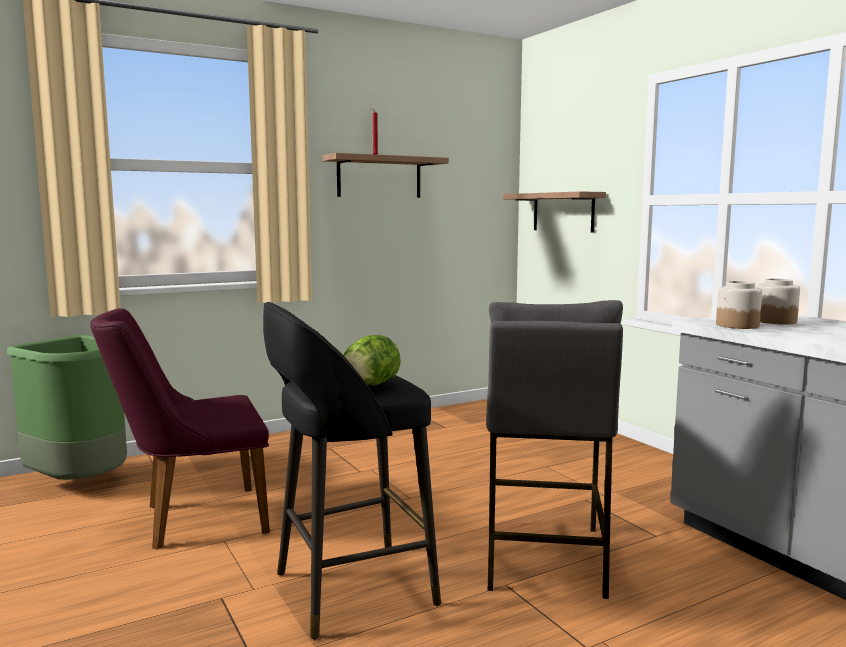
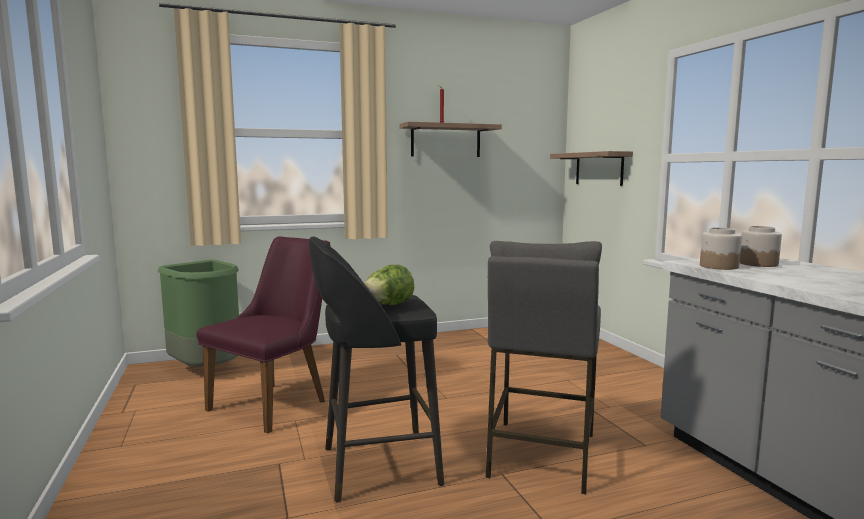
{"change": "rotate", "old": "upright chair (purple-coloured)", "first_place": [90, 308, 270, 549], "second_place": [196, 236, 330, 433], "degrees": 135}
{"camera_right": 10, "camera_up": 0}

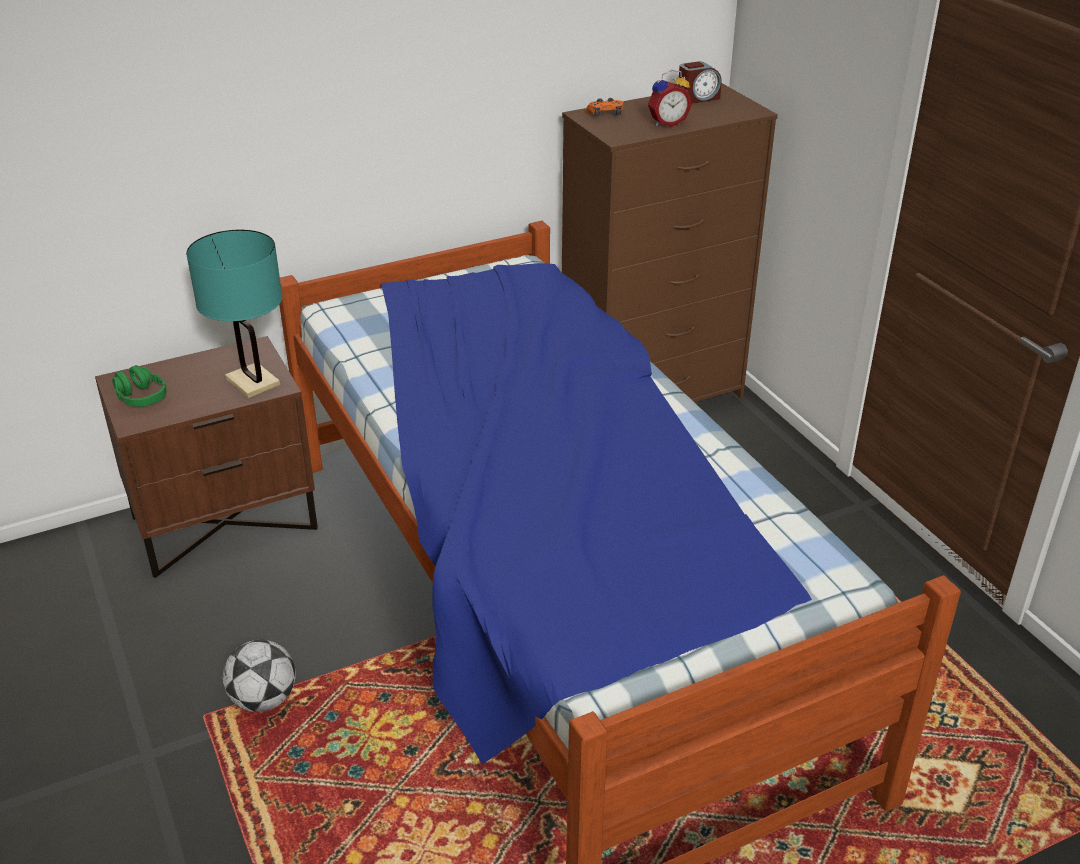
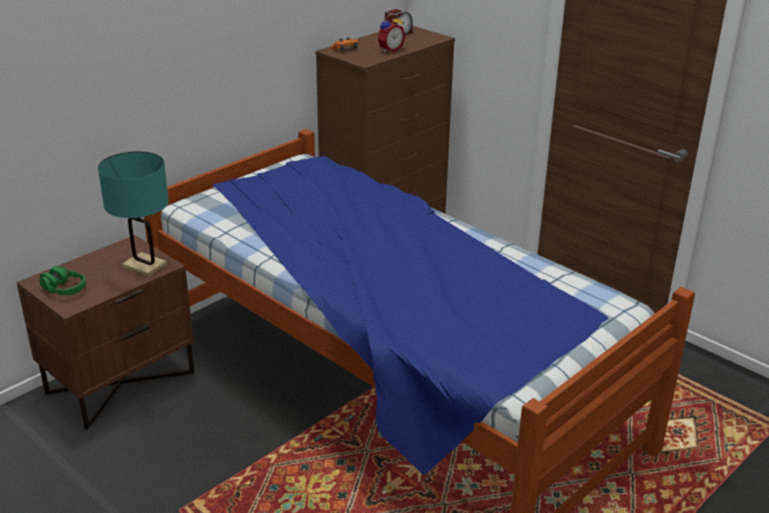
{"change": "delete", "old": "football ball", "first_place": [223, 640, 295, 712]}
{"camera_right": -20, "camera_up": -5}

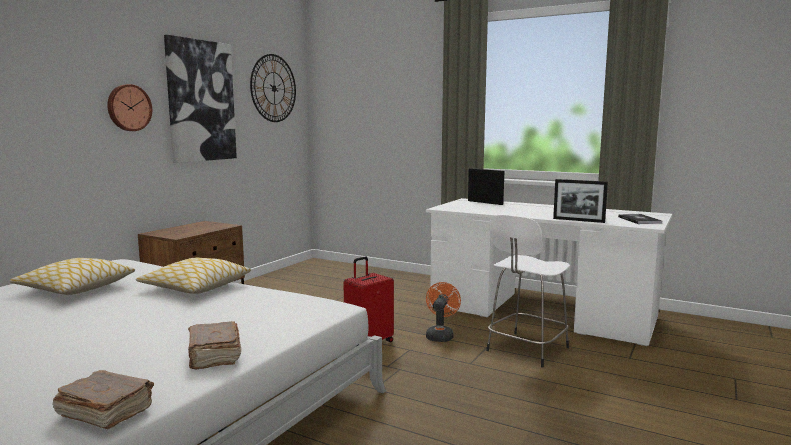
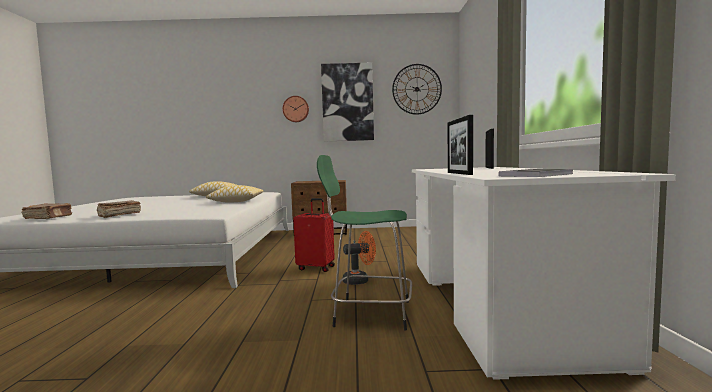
{"change": "recolor", "old": "stool (white-coloured)", "new": "stool (greenish)", "first_place": [486, 215, 570, 368], "second_place": [317, 155, 412, 331]}
{"camera_right": 60, "camera_up": -5}

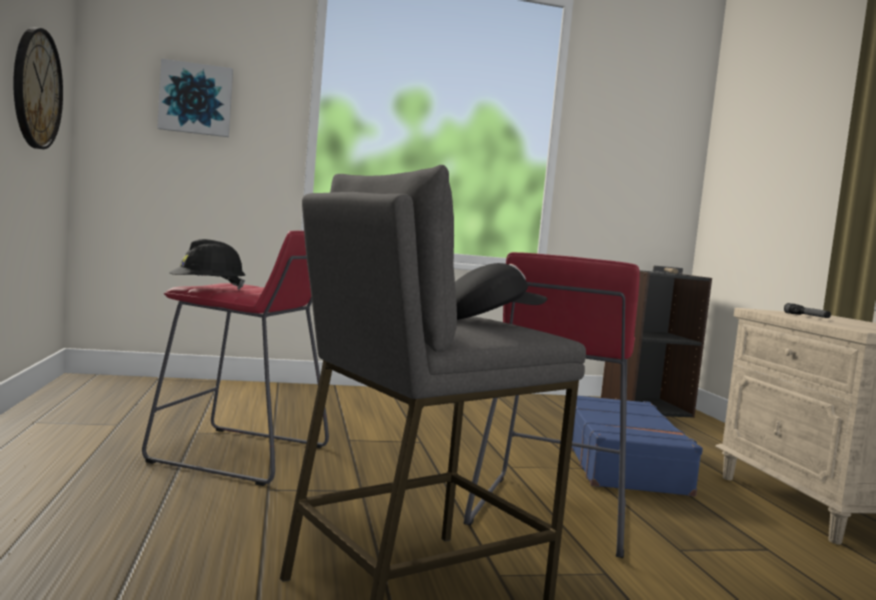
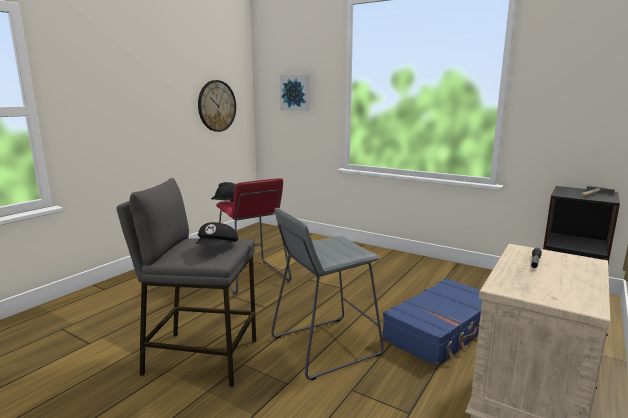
{"change": "recolor", "old": "stool (red-coloured)", "new": "stool (grey)", "first_place": [464, 252, 640, 558], "second_place": [271, 208, 384, 381]}
{"change": "rotate", "old": "cap (black)", "first_place": [455, 263, 547, 320], "second_place": [196, 222, 238, 246], "degrees": 75}
{"camera_right": 45, "camera_up": 10}

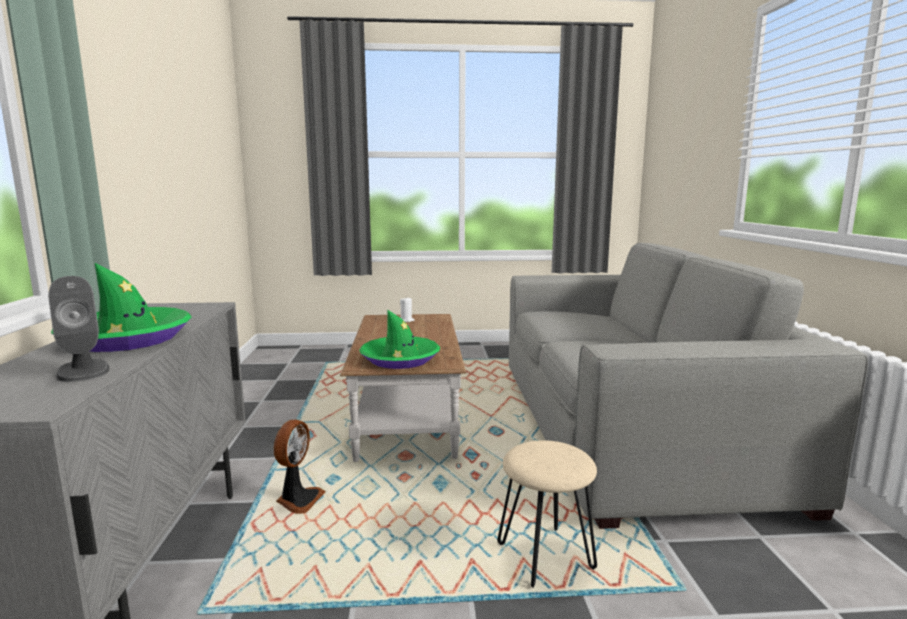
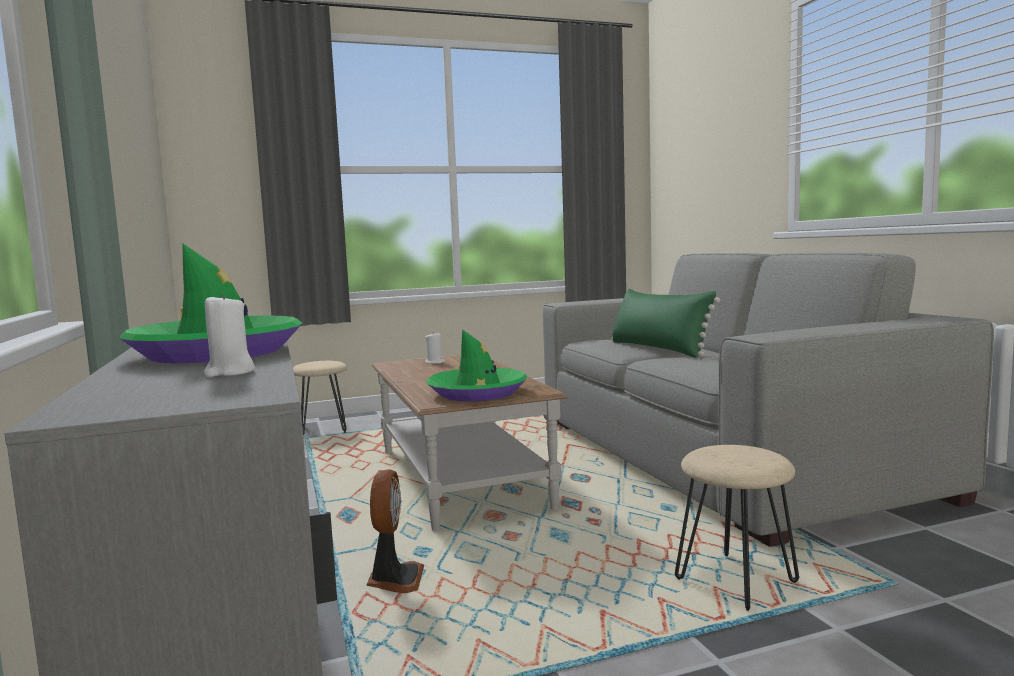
{"change": "insert", "new": "stool (beige-coloured)", "second_place": [293, 361, 347, 438]}
{"change": "insert", "new": "throw pillow (greenish)", "second_place": [612, 289, 720, 358]}
{"change": "replace", "old": "audio speaker (grey)", "new": "wax candle (white-coloured)", "first_place": [48, 276, 109, 382], "second_place": [204, 293, 255, 377]}
{"camera_right": -15, "camera_up": -5}

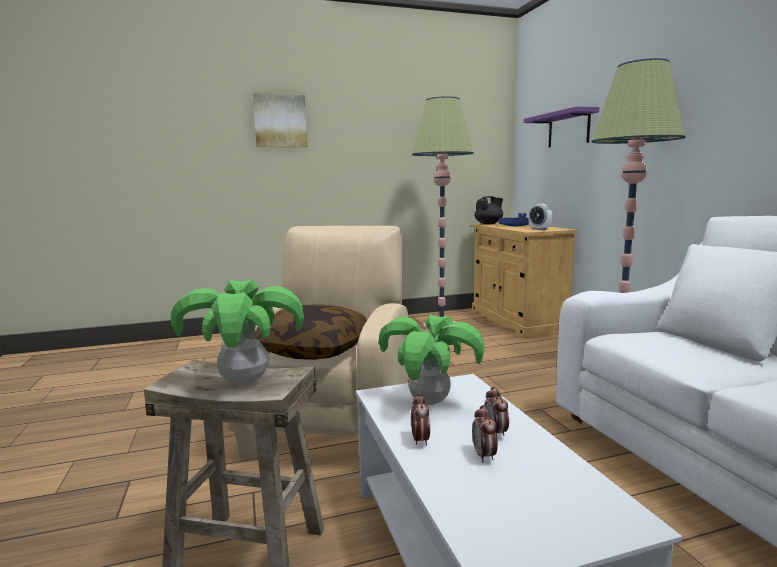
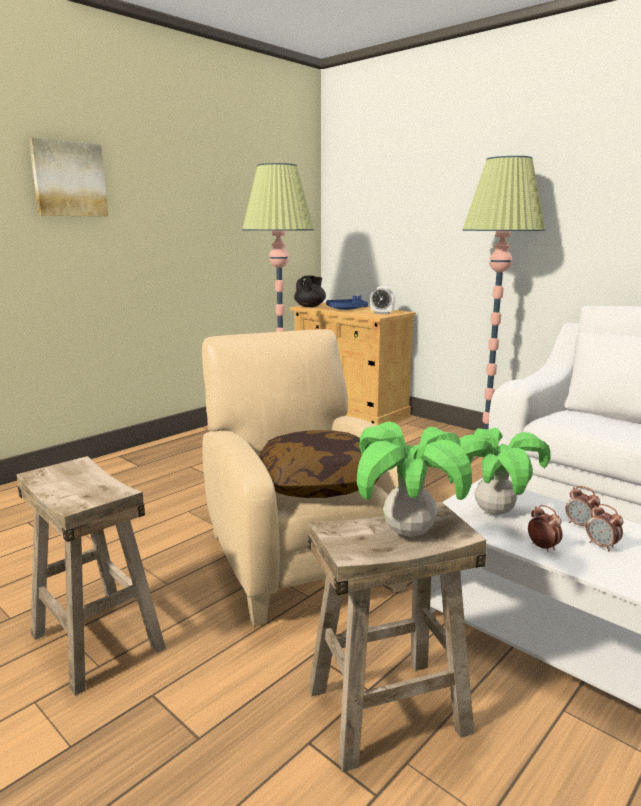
{"change": "delete", "old": "bracket shelf (purple-coloured)", "first_place": [524, 106, 600, 148]}
{"change": "insert", "new": "stool (beige-coloured)", "second_place": [17, 456, 166, 696]}
{"camera_right": -30, "camera_up": 5}

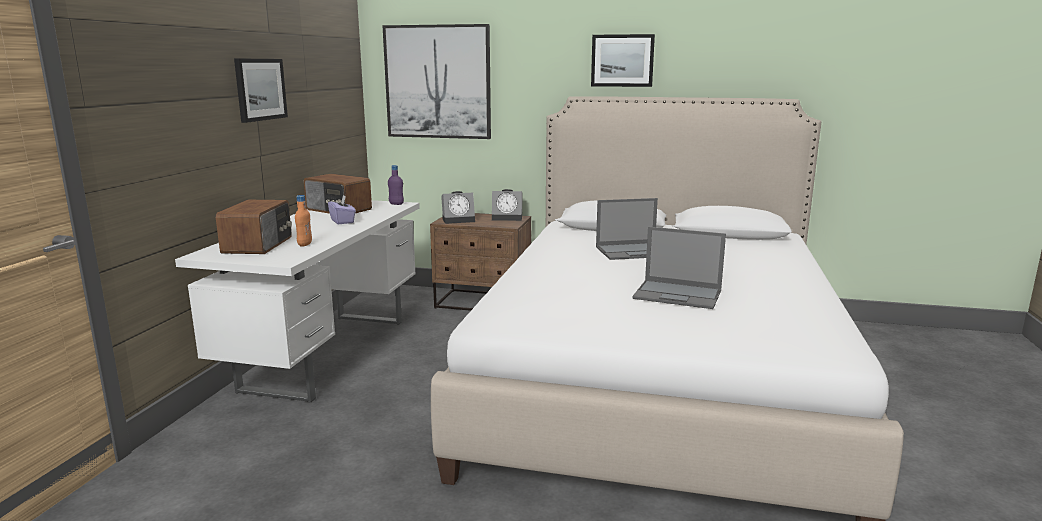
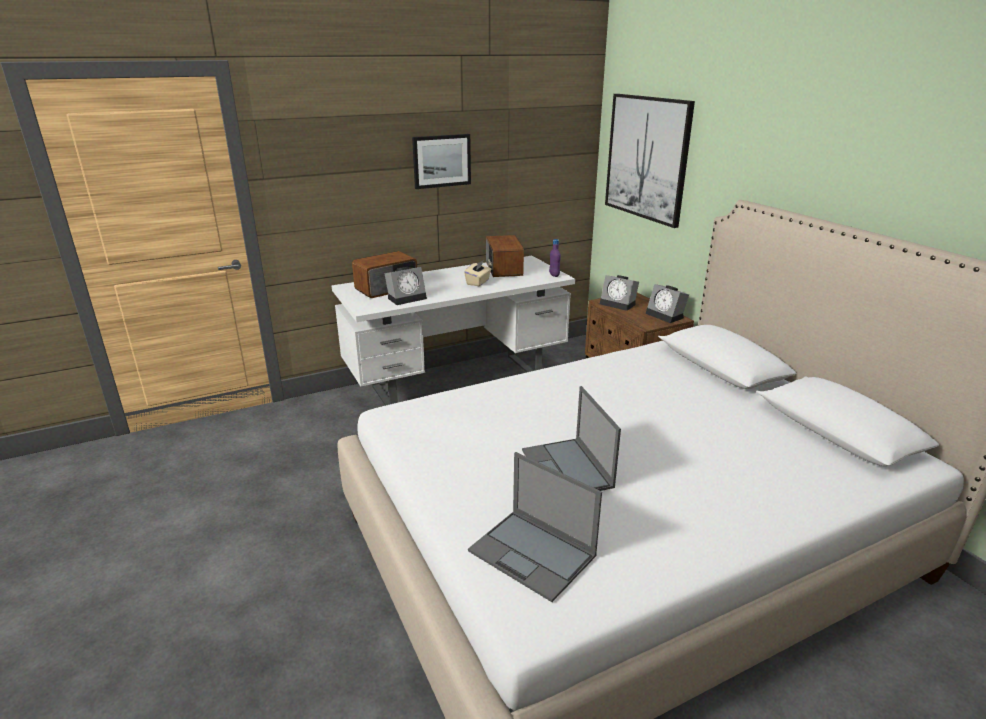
{"change": "delete", "old": "wall picture", "first_place": [591, 34, 655, 87]}
{"change": "move", "old": "portable computer", "first_place": [596, 198, 658, 260], "second_place": [468, 452, 602, 602]}
{"change": "replace", "old": "bottle (orangey)", "new": "bedside clock", "first_place": [295, 195, 312, 247], "second_place": [384, 267, 427, 305]}
{"change": "recolor", "old": "box of tissues (purple-coloured)", "new": "box of tissues (beige-coloured)", "first_place": [328, 194, 356, 224], "second_place": [464, 260, 491, 286]}
{"camera_right": 50, "camera_up": 10}

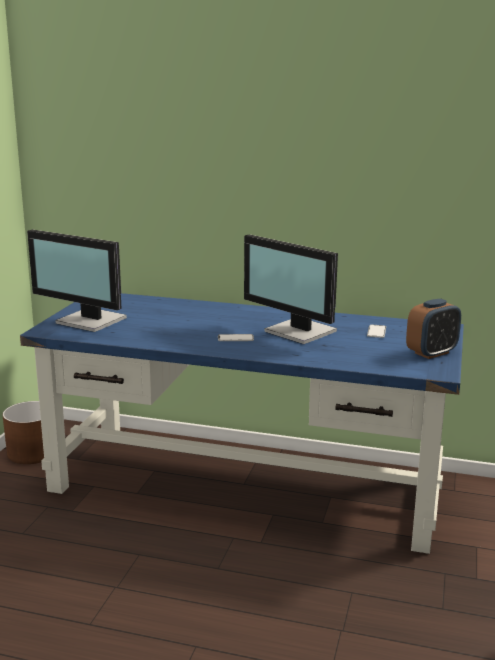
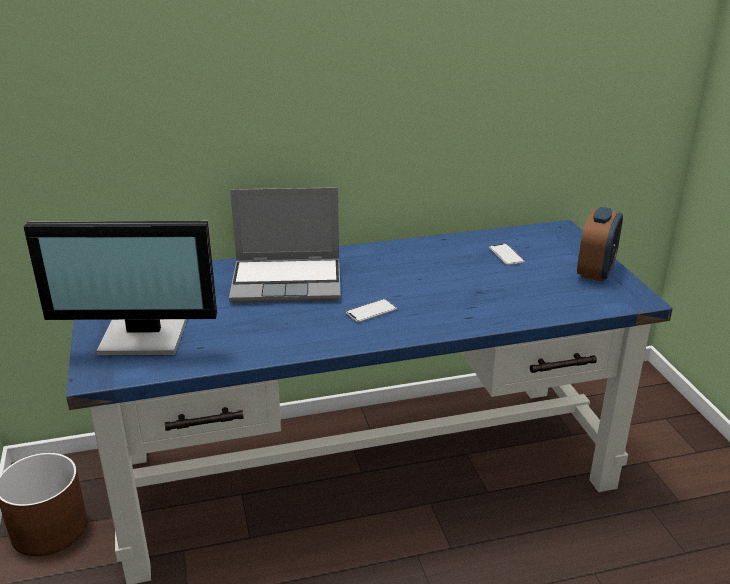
{"change": "delete", "old": "computer screen", "first_place": [244, 234, 338, 344]}
{"change": "insert", "new": "portable computer", "second_place": [229, 187, 341, 303]}
{"camera_right": -30, "camera_up": 10}

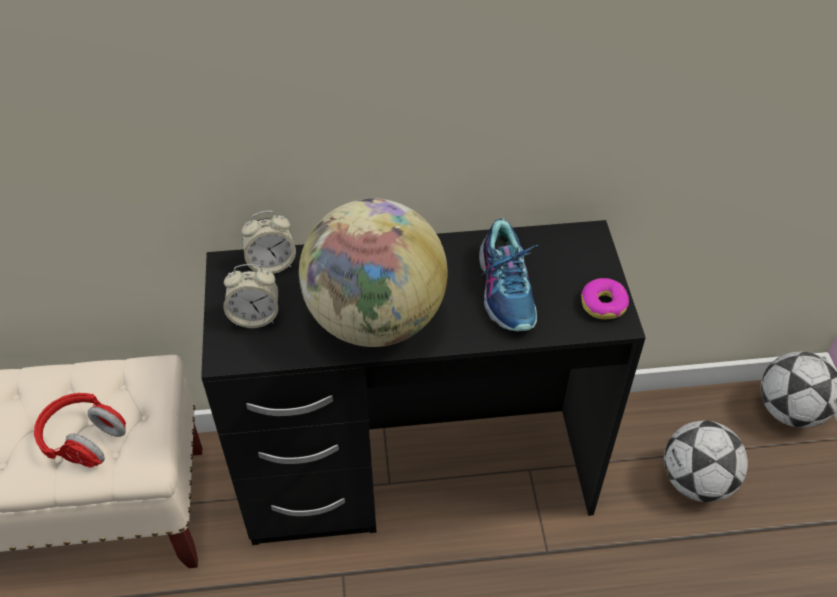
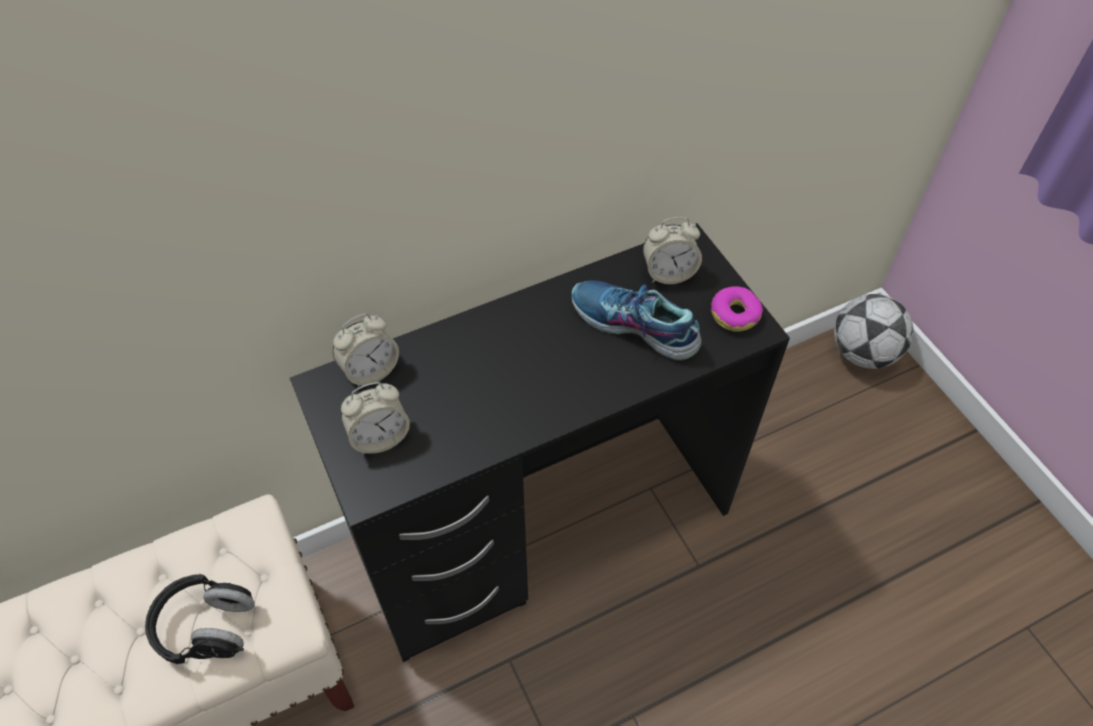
{"change": "delete", "old": "globe", "first_place": [299, 198, 448, 347]}
{"change": "delete", "old": "football ball", "first_place": [664, 420, 748, 502]}
{"change": "insert", "new": "bedside clock", "second_place": [643, 217, 702, 284]}
{"change": "recolor", "old": "headphones (red-coloured)", "new": "headphones (black)", "first_place": [34, 393, 126, 468], "second_place": [145, 574, 254, 664]}
{"change": "rotate", "old": "shoe", "first_place": [479, 218, 538, 331], "second_place": [572, 280, 701, 360], "degrees": 150}
{"camera_right": -20, "camera_up": 5}

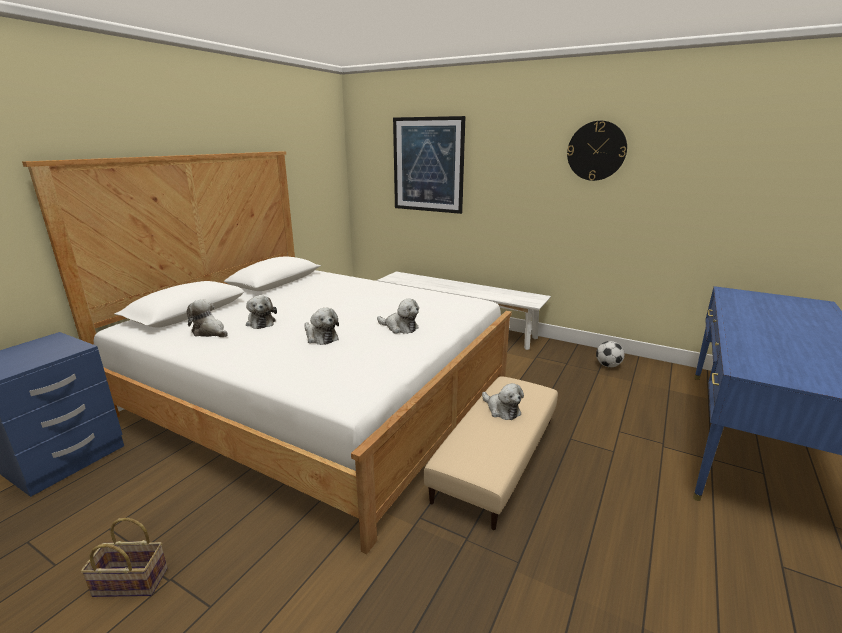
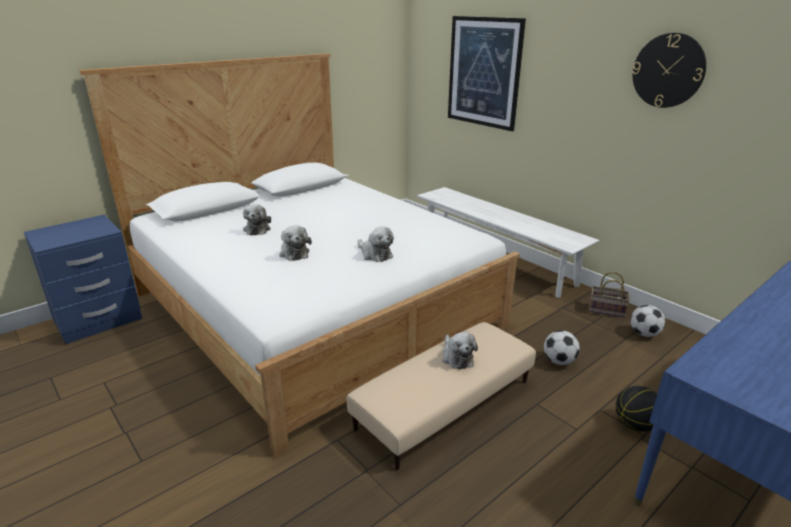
{"change": "delete", "old": "soft toy", "first_place": [187, 299, 228, 337]}
{"change": "insert", "new": "football ball", "second_place": [544, 330, 580, 365]}
{"change": "insert", "new": "basketball ball", "second_place": [616, 386, 657, 432]}
{"change": "move", "old": "basket", "first_place": [81, 518, 168, 597], "second_place": [589, 272, 630, 318]}
{"camera_right": 20, "camera_up": 5}

